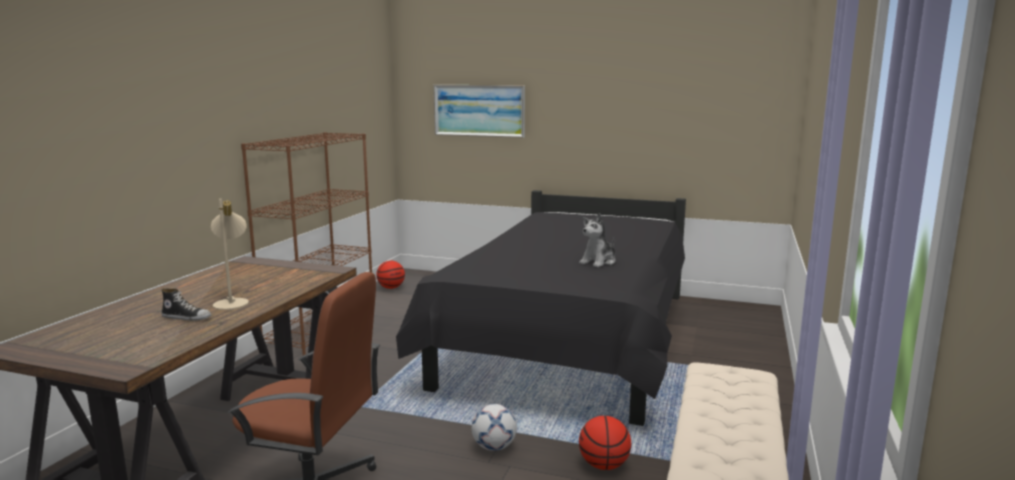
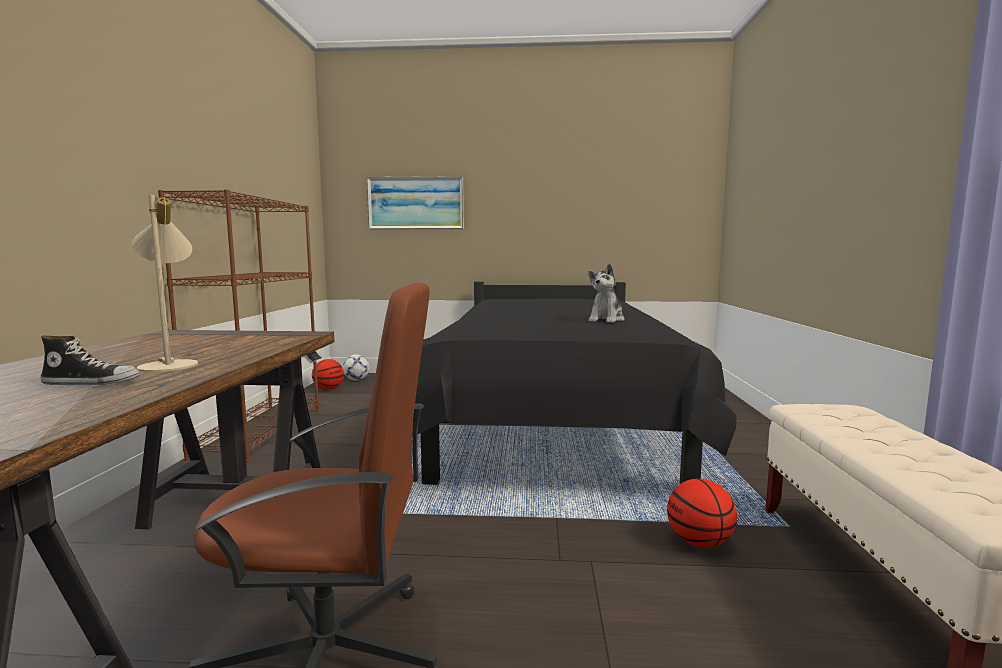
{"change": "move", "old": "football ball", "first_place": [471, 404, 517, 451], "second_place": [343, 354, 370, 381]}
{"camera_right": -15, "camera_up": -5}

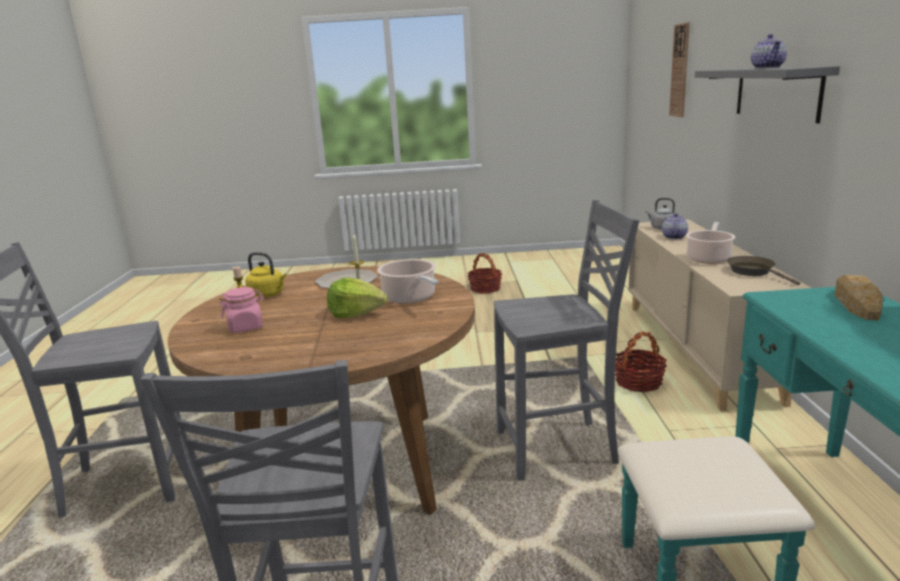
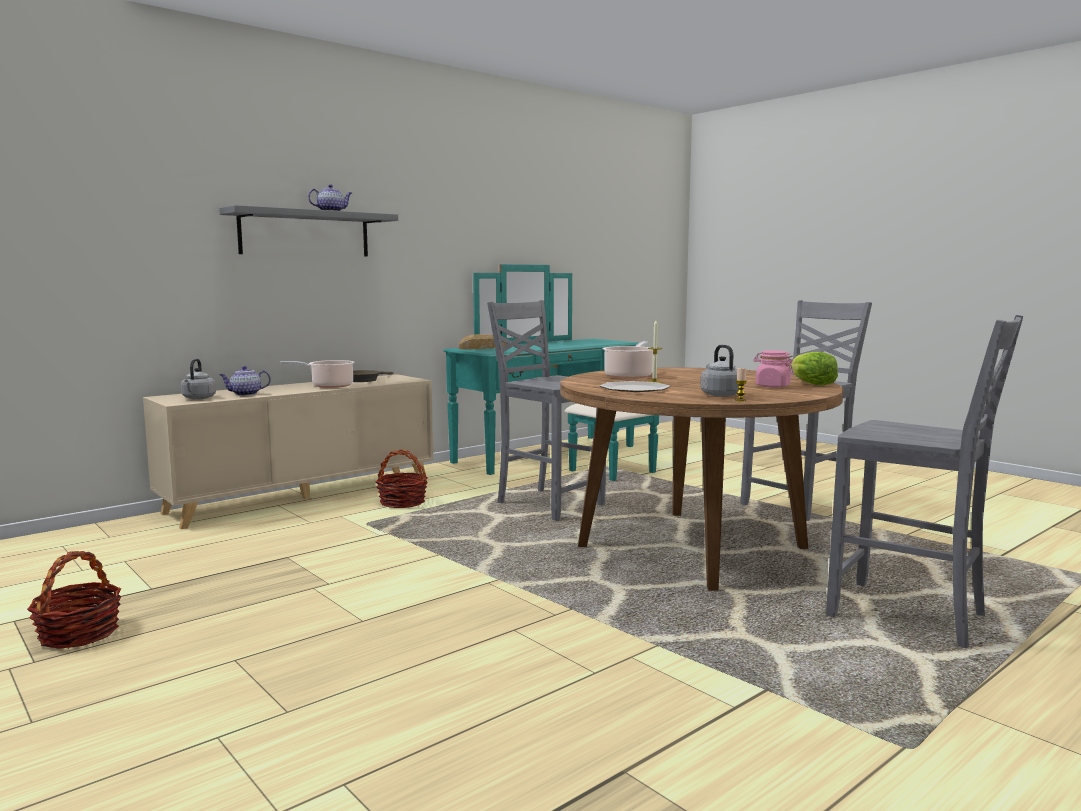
{"change": "delete", "old": "hanging clock", "first_place": [669, 22, 690, 117]}
{"change": "move", "old": "lettuce head", "first_place": [327, 278, 388, 318], "second_place": [789, 352, 838, 385]}
{"change": "recolor", "old": "tea kettle (yellow)", "new": "tea kettle (grey)", "first_place": [245, 252, 286, 298], "second_place": [700, 345, 739, 397]}
{"camera_right": -130, "camera_up": -10}

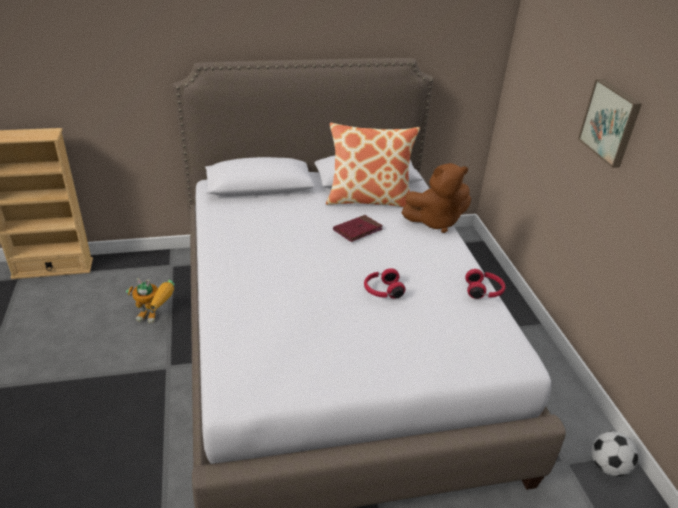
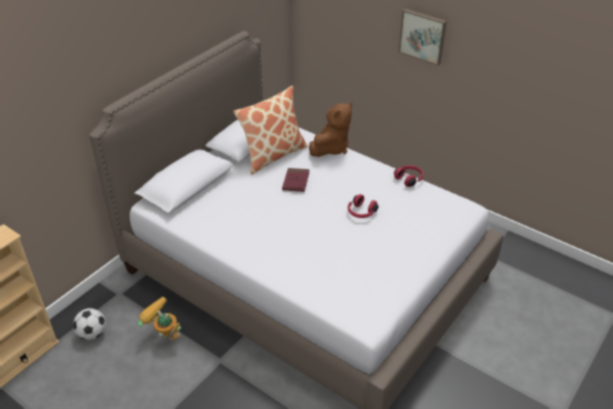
{"change": "move", "old": "football ball", "first_place": [591, 431, 638, 476], "second_place": [73, 308, 106, 340]}
{"change": "rotate", "old": "toy robot", "first_place": [126, 278, 174, 324], "second_place": [137, 297, 181, 340], "degrees": -120}
{"camera_right": -40, "camera_up": 5}

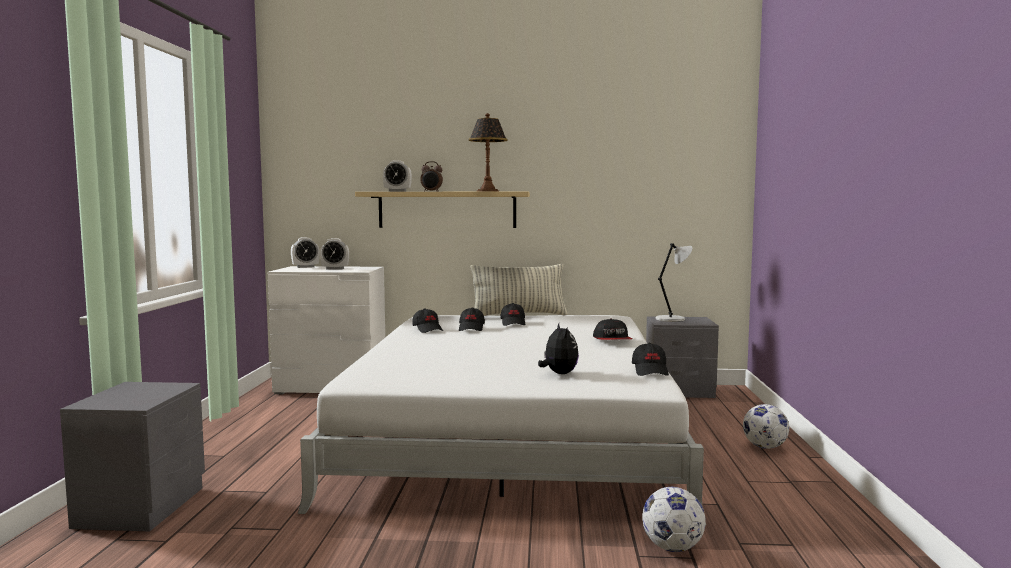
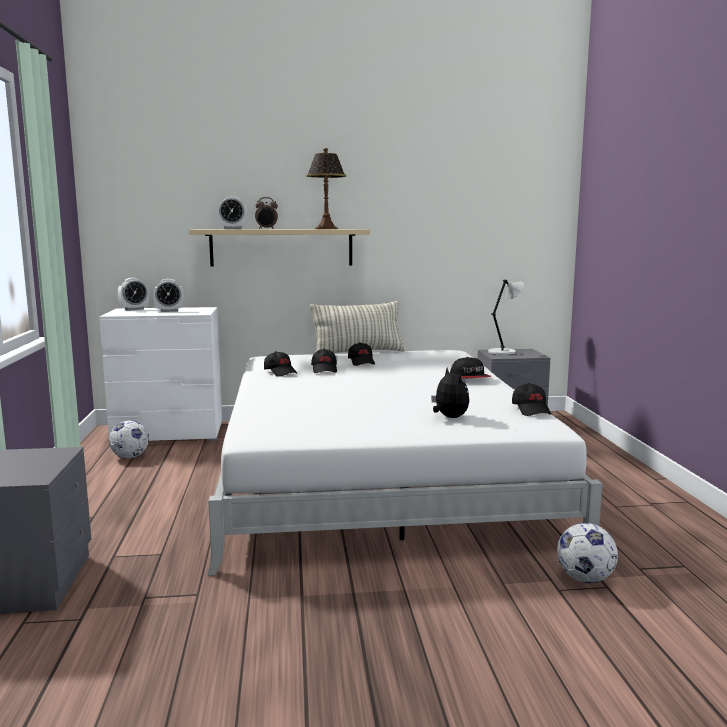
{"change": "move", "old": "football ball", "first_place": [743, 404, 789, 449], "second_place": [109, 420, 149, 458]}
{"camera_right": -10, "camera_up": 5}

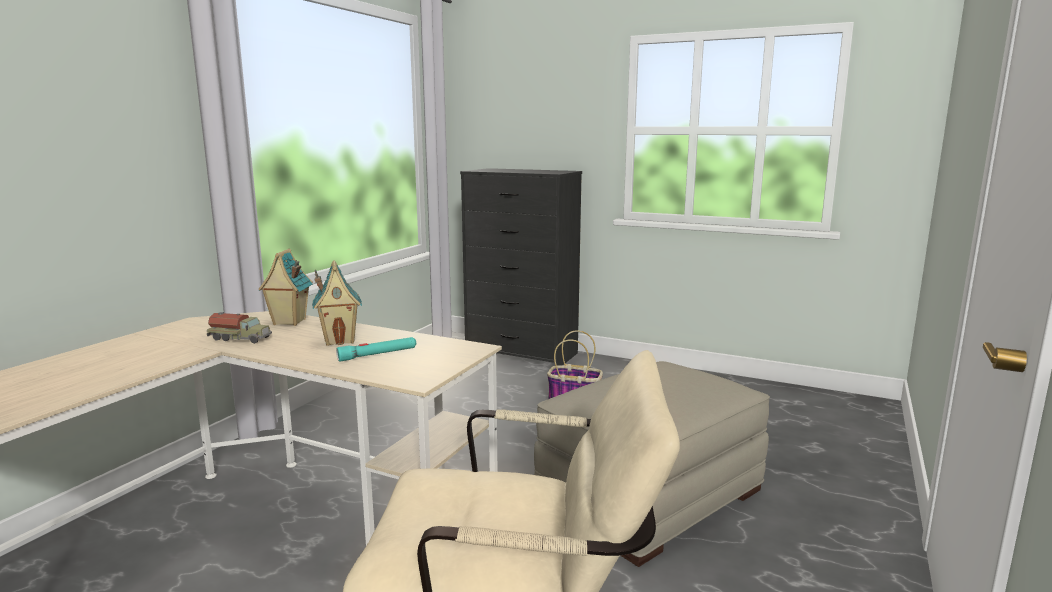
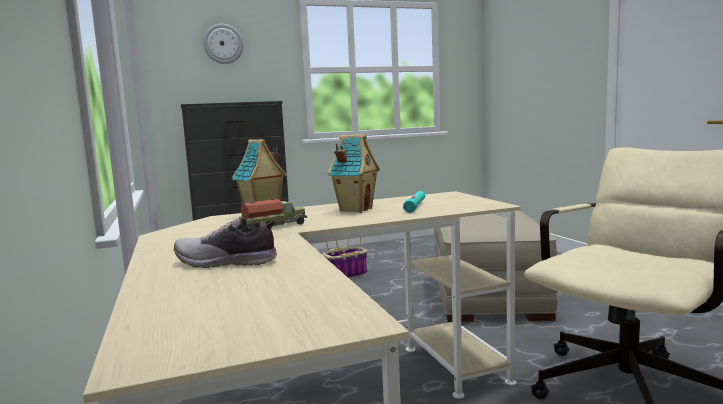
{"change": "insert", "new": "shoe", "second_place": [174, 218, 277, 268]}
{"change": "insert", "new": "hanging clock", "second_place": [203, 23, 243, 64]}
{"camera_right": -45, "camera_up": -5}

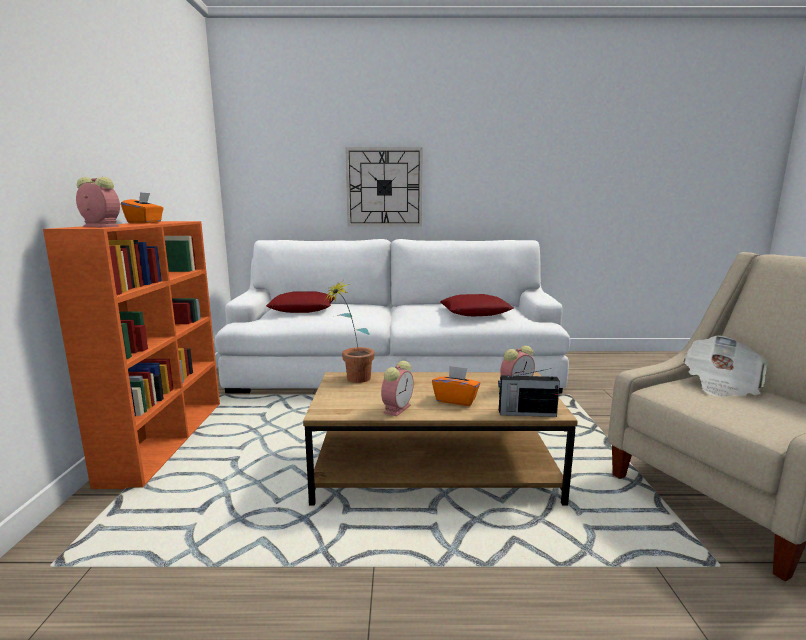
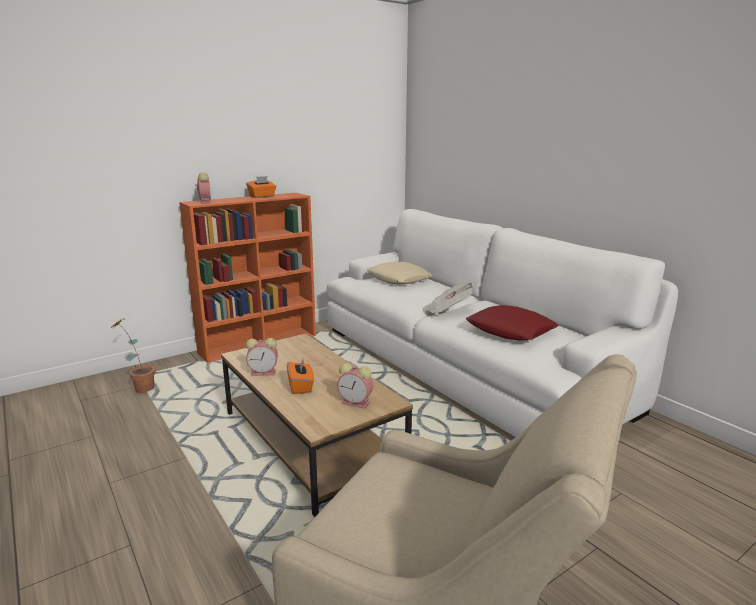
{"change": "delete", "old": "hanging clock", "first_place": [346, 148, 423, 226]}
{"change": "delete", "old": "radio set", "first_place": [498, 368, 560, 417]}
{"change": "move", "old": "potted plant", "first_place": [325, 280, 375, 383], "second_place": [111, 319, 155, 393]}
{"change": "move", "old": "printed paper", "first_place": [683, 335, 768, 397], "second_place": [423, 282, 475, 314]}
{"change": "recolor", "old": "throw pillow (red-coloured)", "new": "throw pillow (beige-coloured)", "first_place": [266, 292, 334, 313], "second_place": [367, 262, 433, 285]}
{"camera_right": 55, "camera_up": 5}

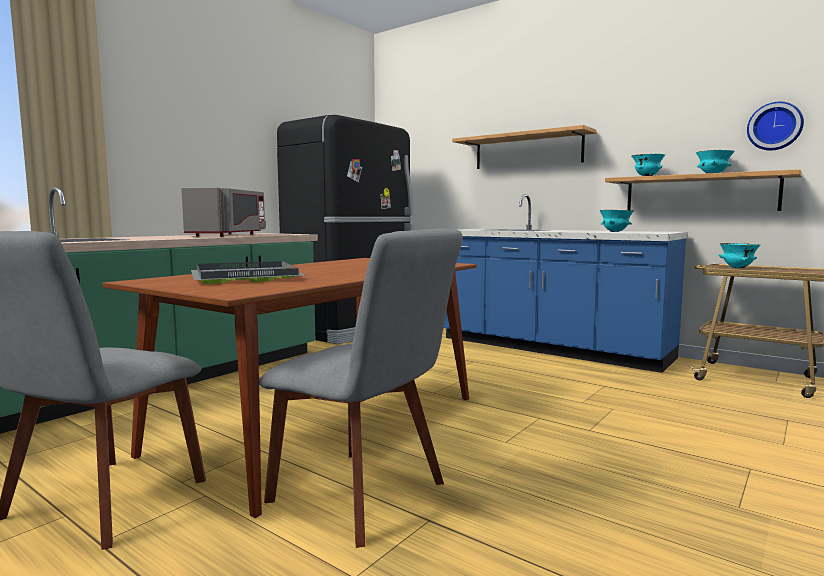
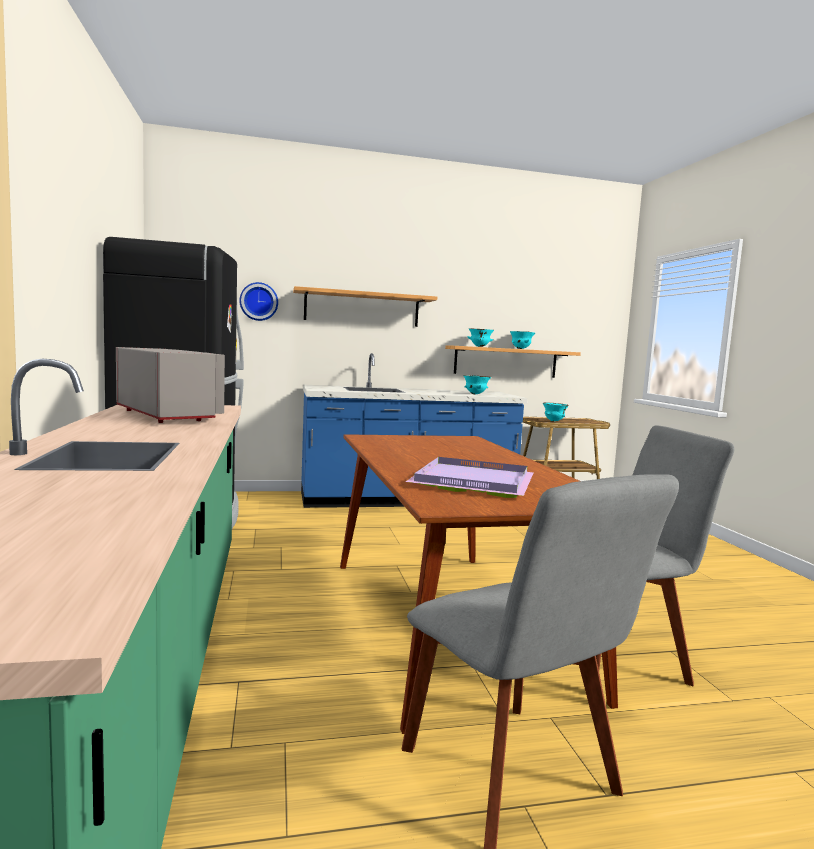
{"change": "move", "old": "hanging clock", "first_place": [747, 102, 804, 151], "second_place": [239, 282, 278, 321]}
{"change": "recolor", "old": "carrying tray (grey)", "new": "carrying tray (purple-coloured)", "first_place": [191, 261, 305, 284], "second_place": [406, 457, 534, 498]}
{"camera_right": -50, "camera_up": 0}

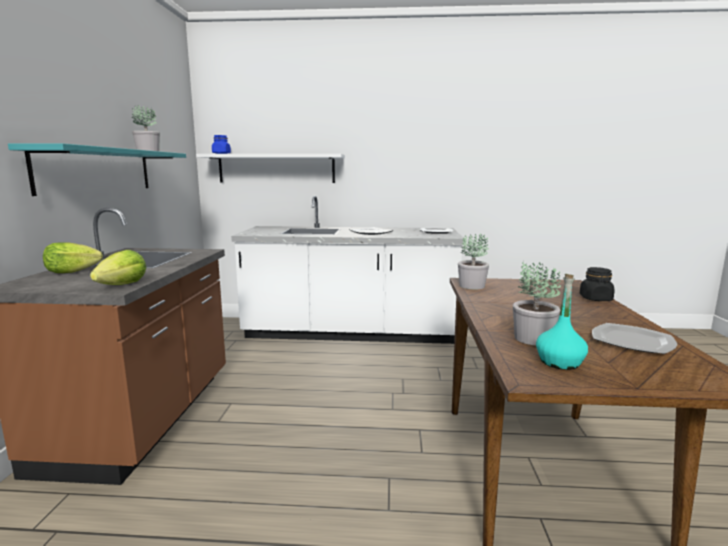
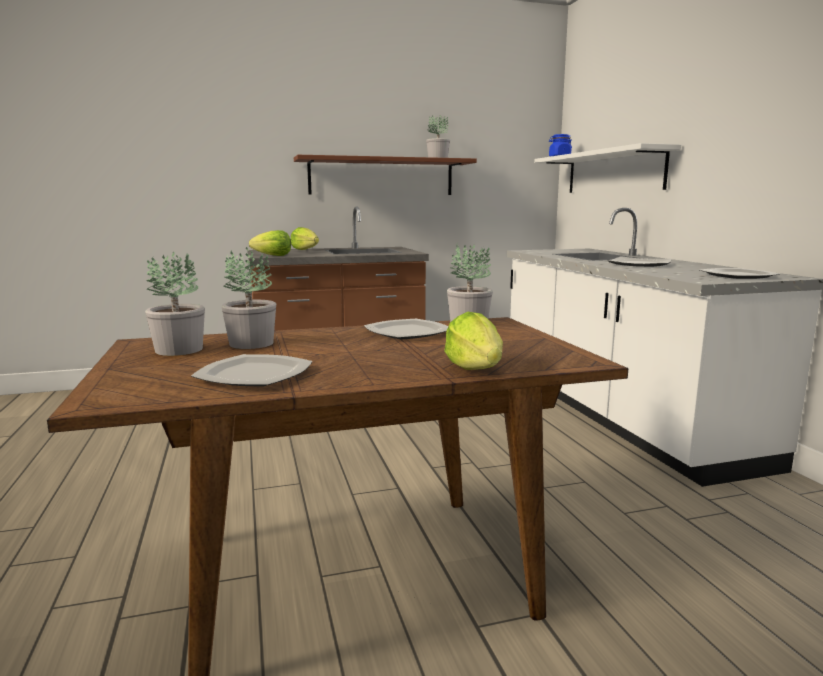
{"change": "insert", "new": "flat dish", "second_place": [364, 319, 448, 339]}
{"change": "replace", "old": "bottle (blue-green)", "new": "potted plant", "first_place": [536, 274, 588, 370], "second_place": [145, 252, 205, 356]}
{"change": "replace", "old": "storage jar (black)", "new": "lettuce head", "first_place": [580, 267, 615, 301], "second_place": [444, 311, 503, 370]}
{"change": "recolor", "old": "bracket shelf (blue-green)", "new": "bracket shelf (brownish)", "first_place": [8, 143, 186, 196], "second_place": [294, 155, 477, 195]}
{"camera_right": 70, "camera_up": 0}

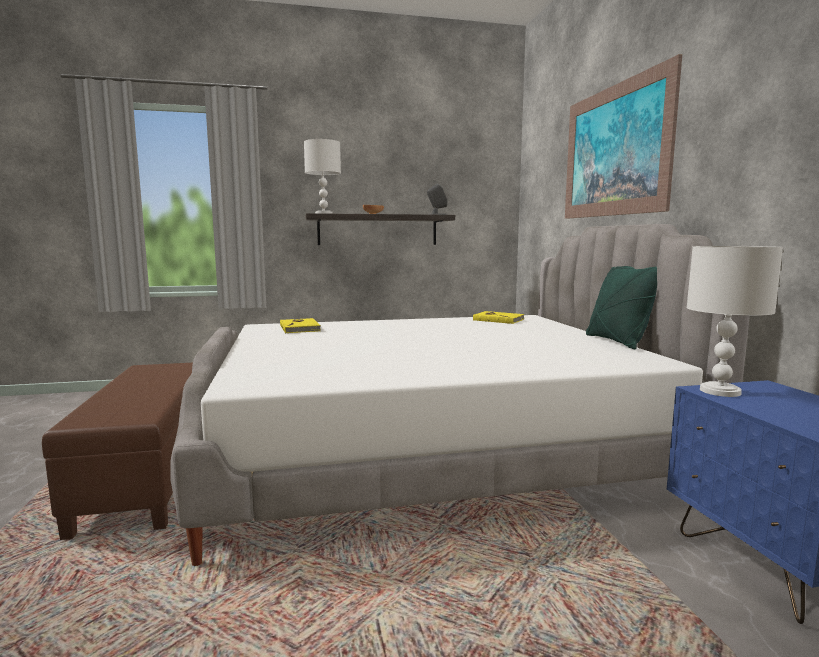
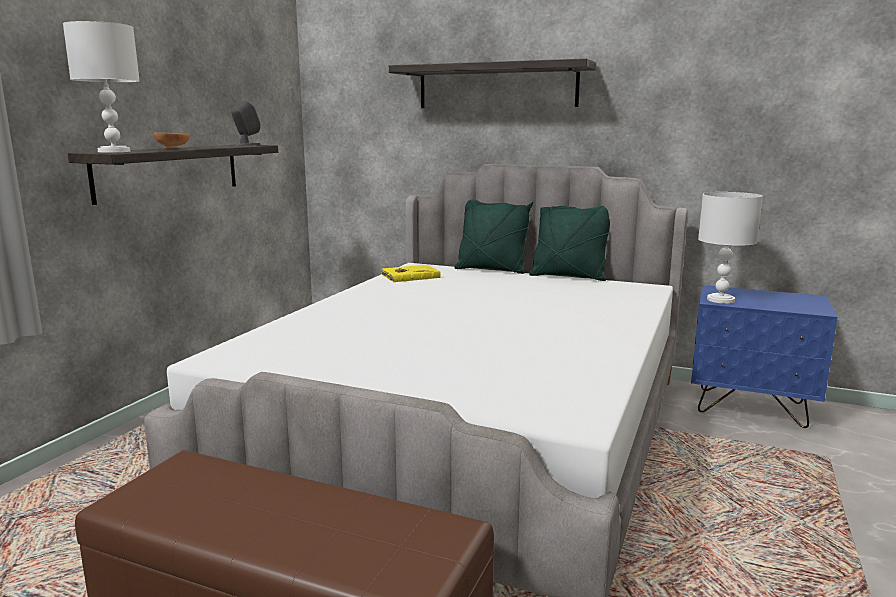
{"change": "delete", "old": "book (yellow)", "first_place": [280, 318, 321, 333]}
{"change": "insert", "new": "throw pillow (greenish)", "second_place": [454, 199, 533, 274]}
{"change": "replace", "old": "wall picture", "new": "bracket shelf", "first_place": [565, 54, 682, 219], "second_place": [389, 58, 597, 108]}
{"camera_right": -55, "camera_up": 5}

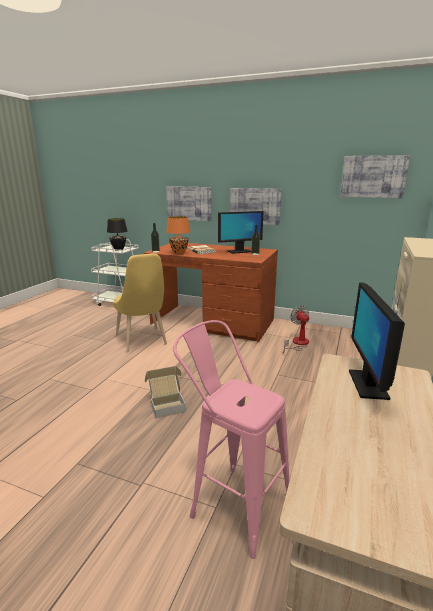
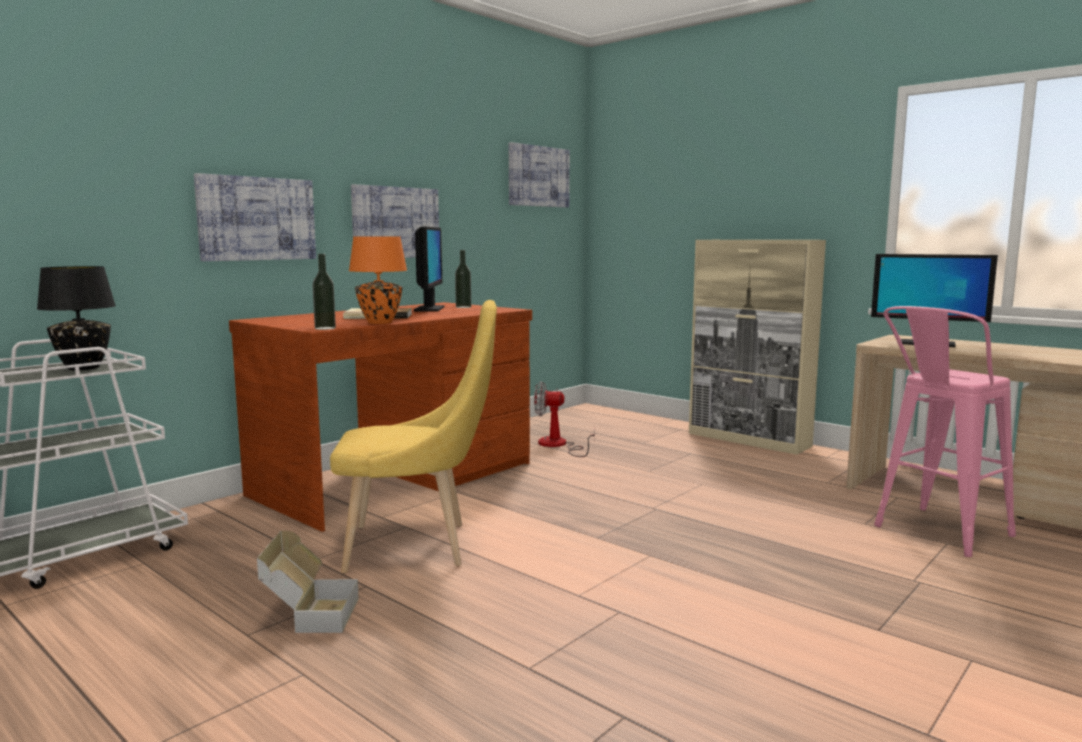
{"change": "move", "old": "packing box", "first_place": [145, 366, 186, 418], "second_place": [257, 531, 359, 633]}
{"camera_right": -70, "camera_up": -10}

